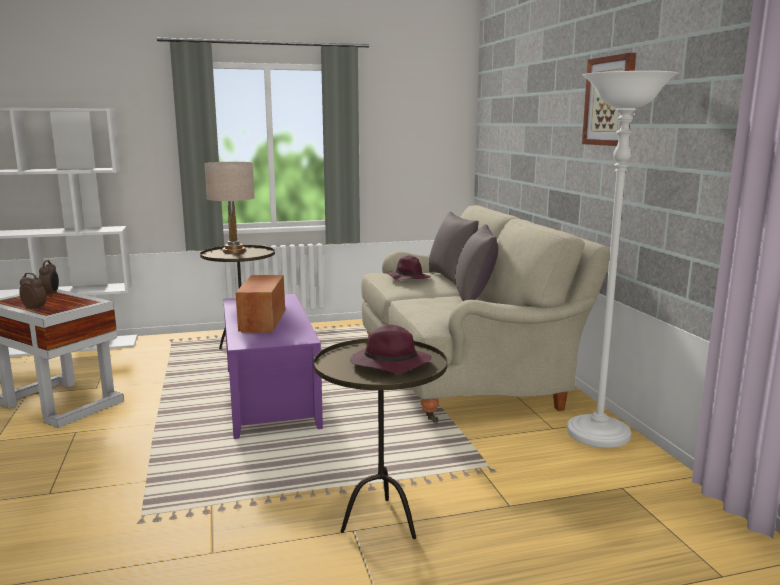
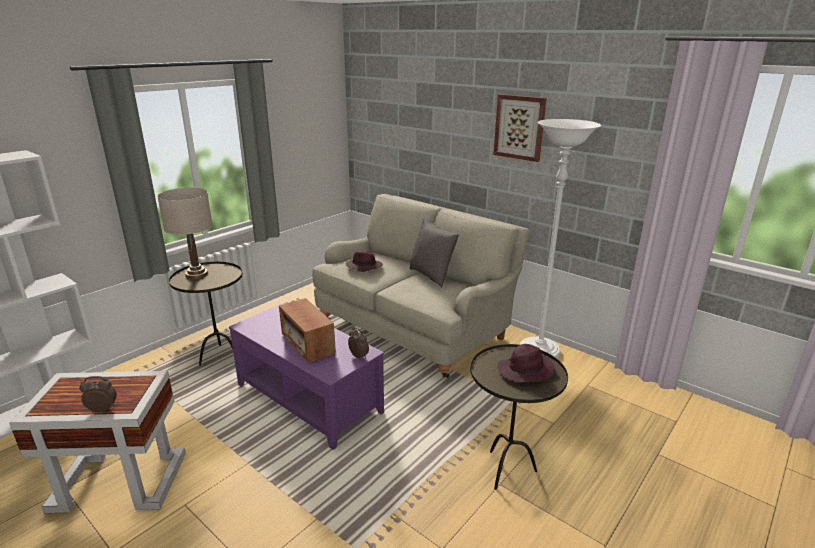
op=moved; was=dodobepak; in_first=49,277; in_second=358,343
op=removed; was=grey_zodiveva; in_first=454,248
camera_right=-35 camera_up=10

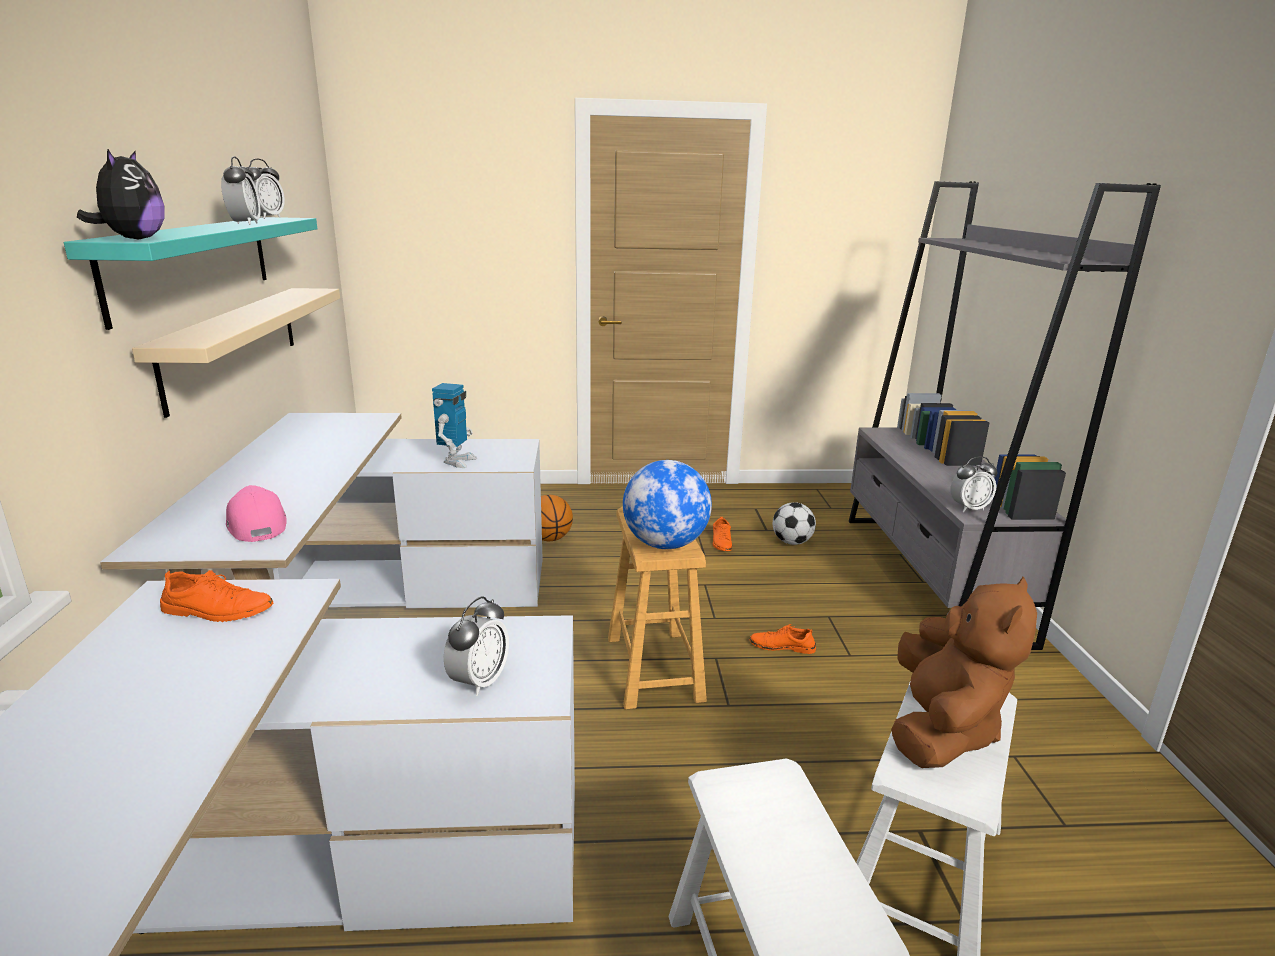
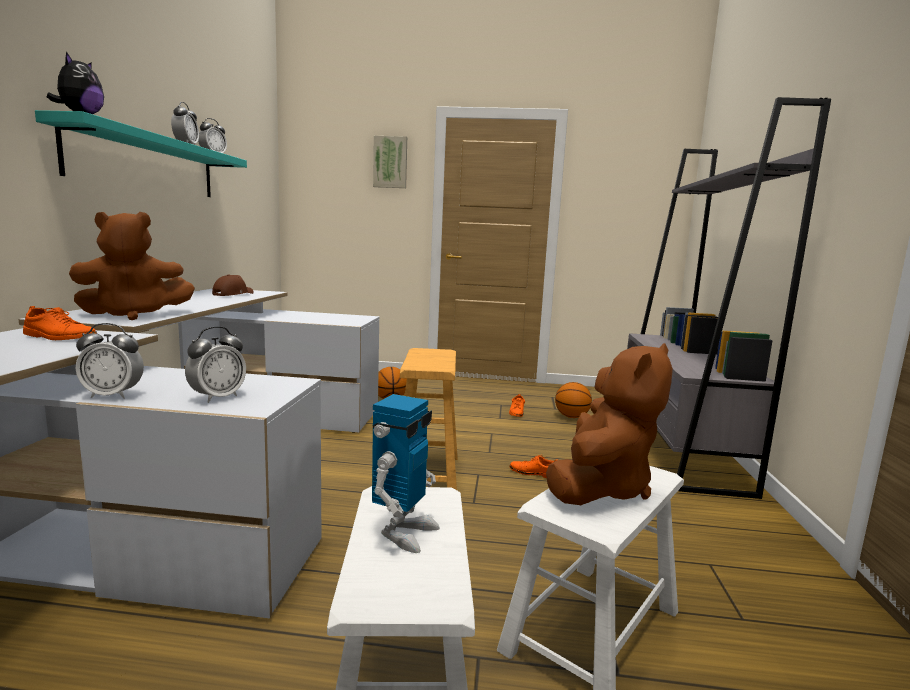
op=replaced; was=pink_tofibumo; now=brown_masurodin; in_first=256,513; in_second=132,266
op=moved; was=dodobepak; in_first=974,484; in_second=110,361
op=added; now=brown_tofibumo; in_second=233,285
op=moved; was=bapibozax; in_first=454,425; in_second=406,473
op=added; now=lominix; in_second=390,162
op=replaced; was=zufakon; now=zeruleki; in_first=794,523; in_second=573,400
op=removed; was=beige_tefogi; in_first=236,353
op=removed; was=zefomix; in_first=667,504
camera_right=10 camera_up=-10

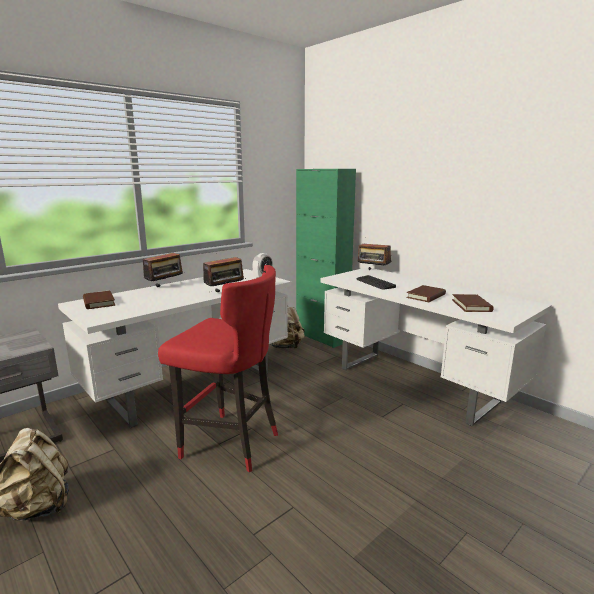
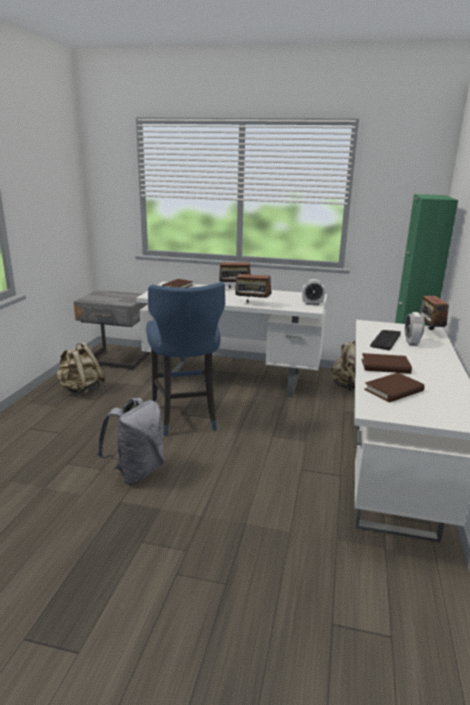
op=added; now=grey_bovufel; in_second=130,441
op=recoloured; was=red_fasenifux; now=blue_fasenifux; in_first=218,368; in_second=185,359
op=added; now=dodobepak; in_second=415,329
camera_right=55 camera_up=5

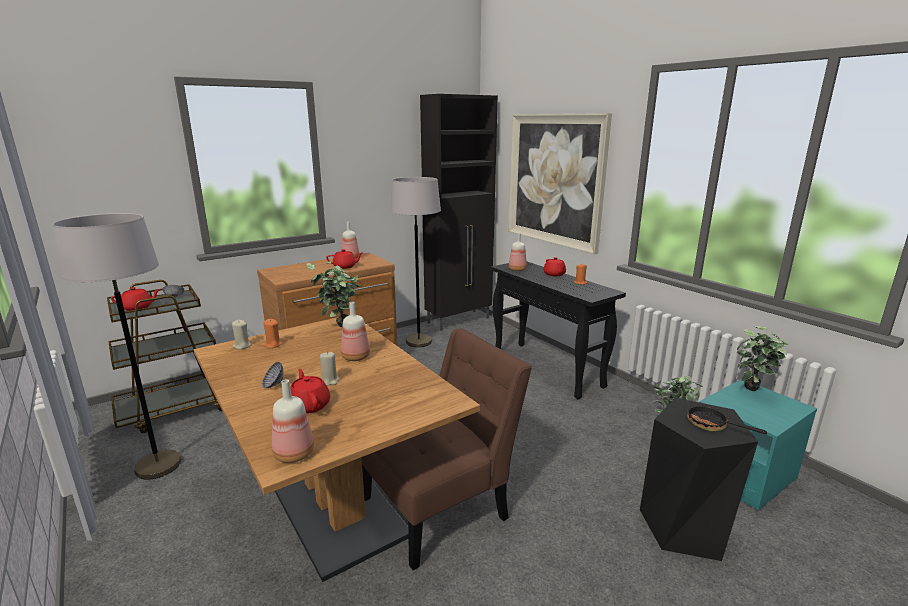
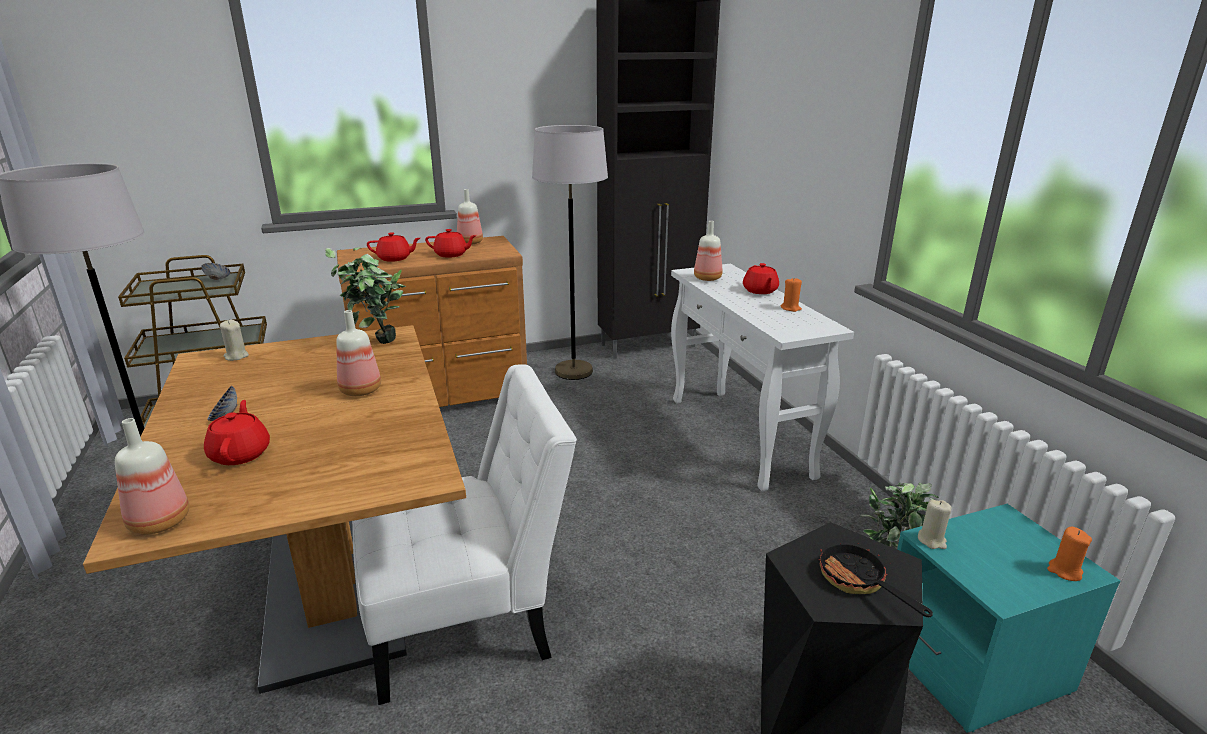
op=recoloured; was=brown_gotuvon; now=white_gotuvon; in_first=446,449; in_second=464,534
op=moved; was=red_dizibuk; in_first=136,299; in_second=393,247
op=recoloured; was=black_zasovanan; now=white_zasovanan; in_first=558,331; in_second=762,378
op=moved; was=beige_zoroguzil; in_first=329,368; in_second=935,524
op=moved; was=orange_zoroguzil; in_first=272,333; in_second=1069,554
op=removed; was=lominix; in_first=560,184
op=removed; was=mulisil; in_first=762,358
camera_right=15 camera_up=5

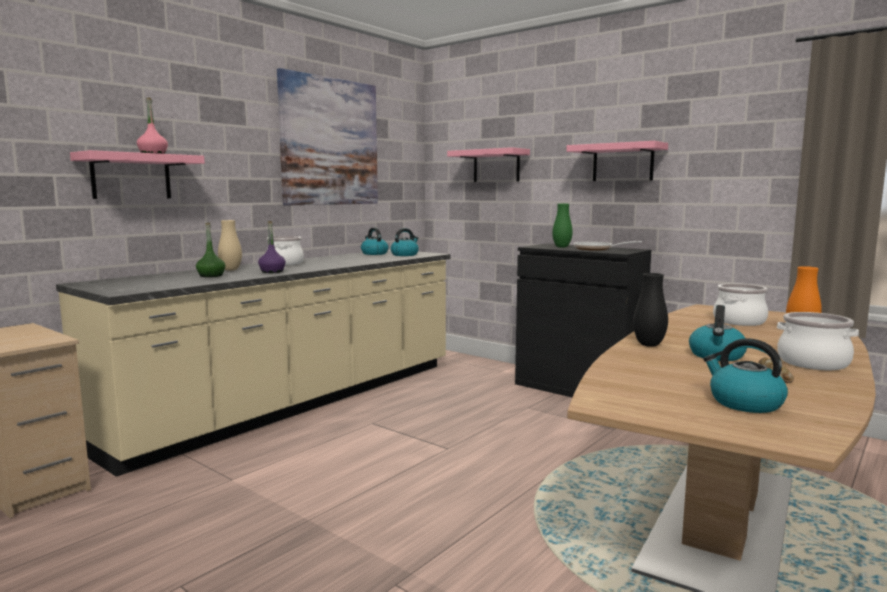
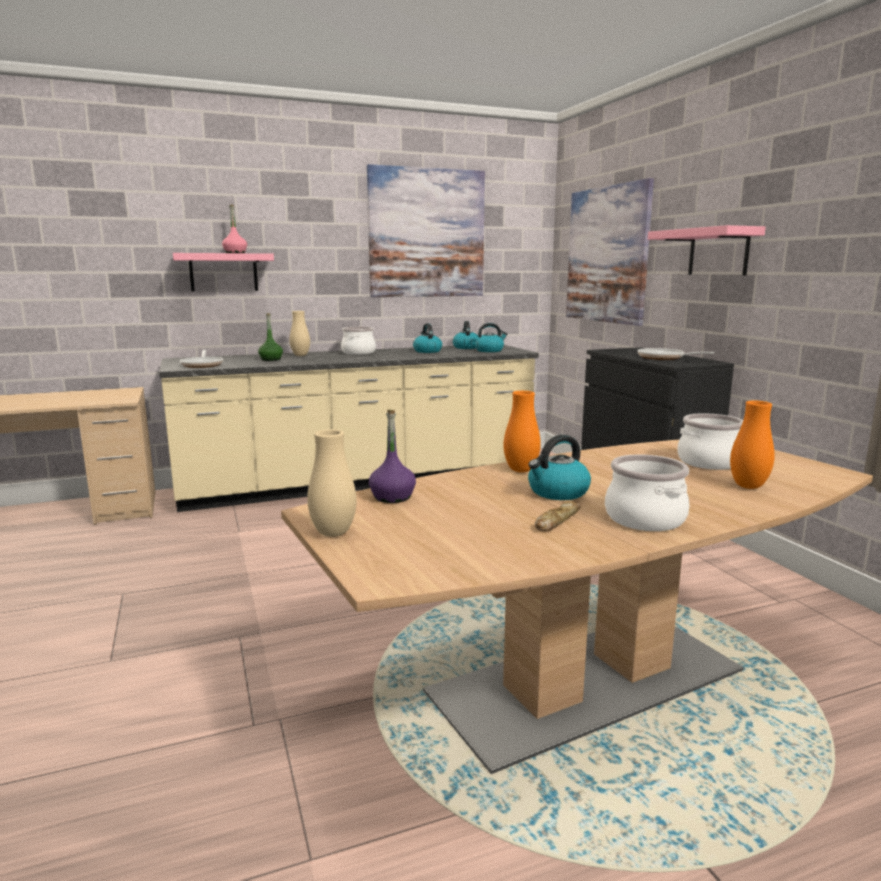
op=added; now=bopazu; in_second=201,359
op=added; now=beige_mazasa; in_second=332,483
op=moved; was=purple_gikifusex; in_first=272,247; in_second=392,456
op=moved; was=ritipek; in_first=745,375; in_second=427,338
op=recoloured; was=black_mazasa; now=orange_mazasa; in_first=650,310; in_second=522,431
op=replaced; was=pink_tefogi; now=lominix; in_first=488,164; in_second=610,252
op=removed; was=green_mazasa; in_first=562,225
camera_right=30 camera_up=5

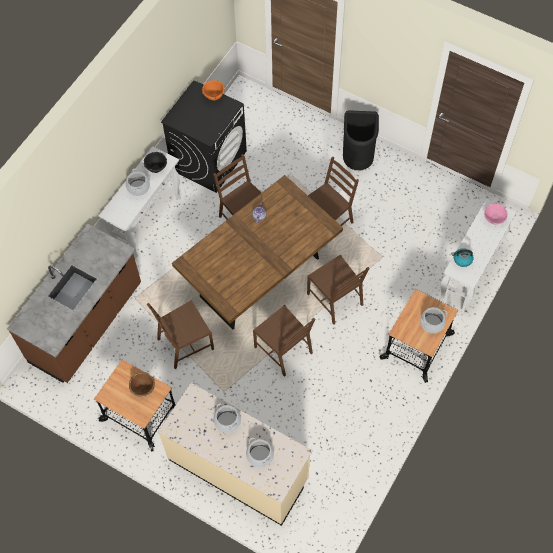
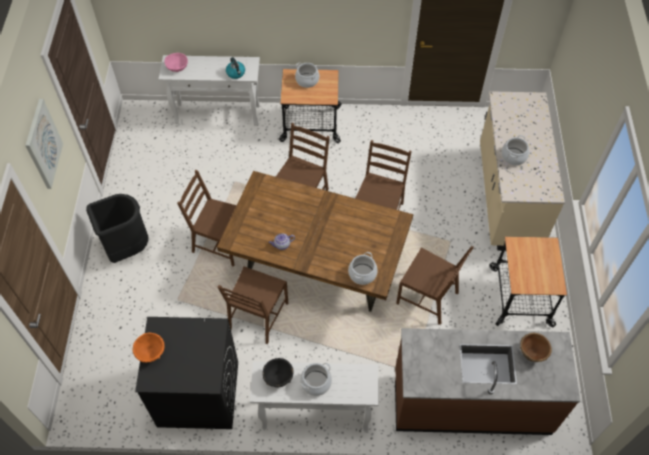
op=added; now=lominix; in_second=44,144
op=moved; was=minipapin; in_first=260,453; in_second=363,268
op=moved; was=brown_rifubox; in_first=142,384; in_second=536,347
camera_right=-120 camera_up=-5

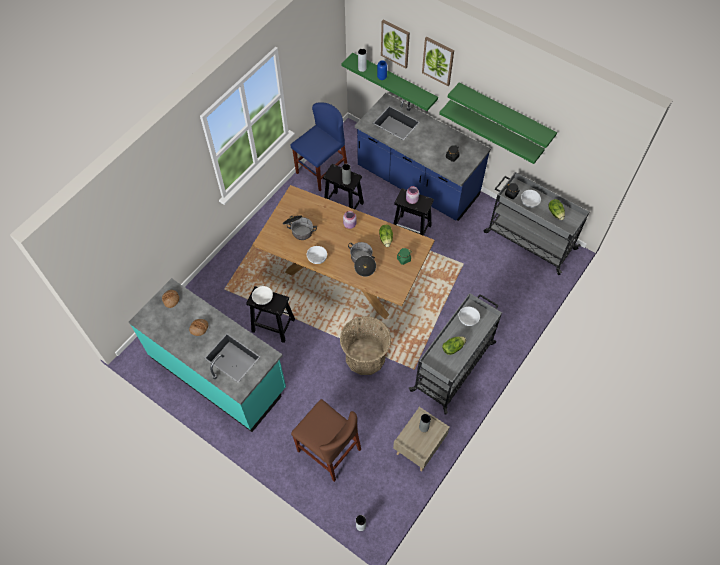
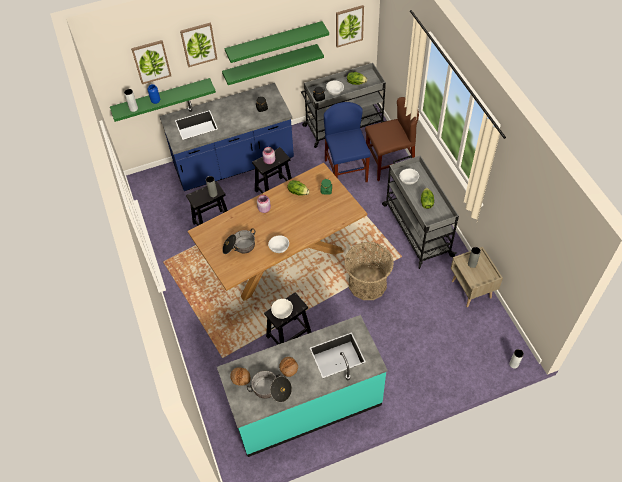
op=moved; was=minipapin; in_first=362,259; in_second=269,386
op=moved; was=blue_gotuvon; in_first=318,146; in_second=347,142
op=added; now=lominix; in_second=350,26
op=moved; was=brown_gotuvon; in_first=326,440; in_second=392,139
camera_right=-55 camera_up=-5

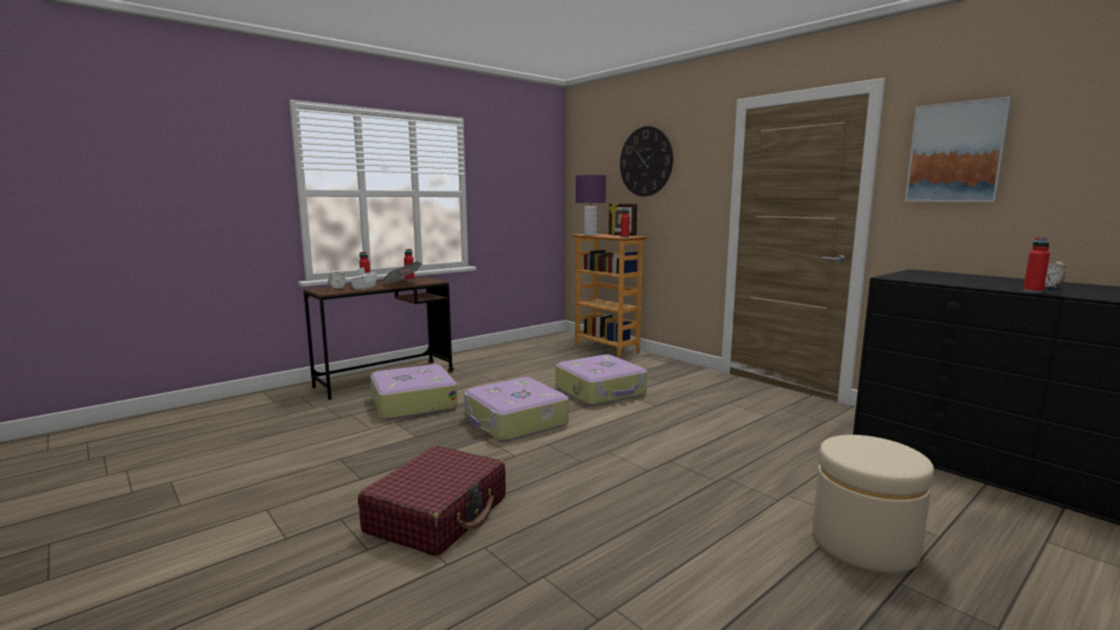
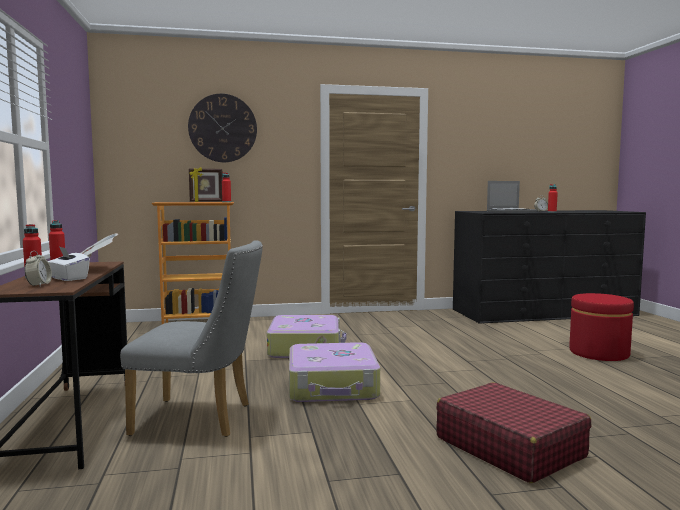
op=replaced; was=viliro; now=grey_gotuvon; in_first=414,392; in_second=191,338
op=added; now=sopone; in_second=512,197
op=recoloured; was=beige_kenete; now=red_kenete; in_first=873,504; in_second=601,327
op=removed; was=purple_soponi; in_first=591,205
op=removed; was=lominix; in_first=958,149
camera_right=-60 camera_up=-5

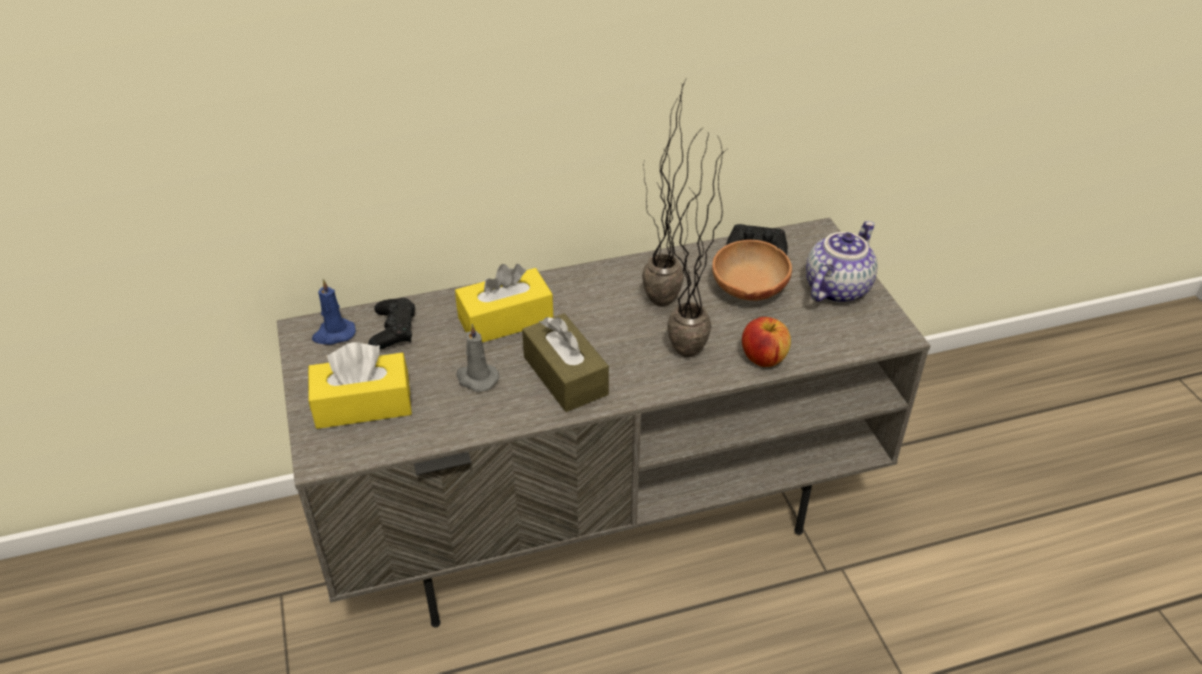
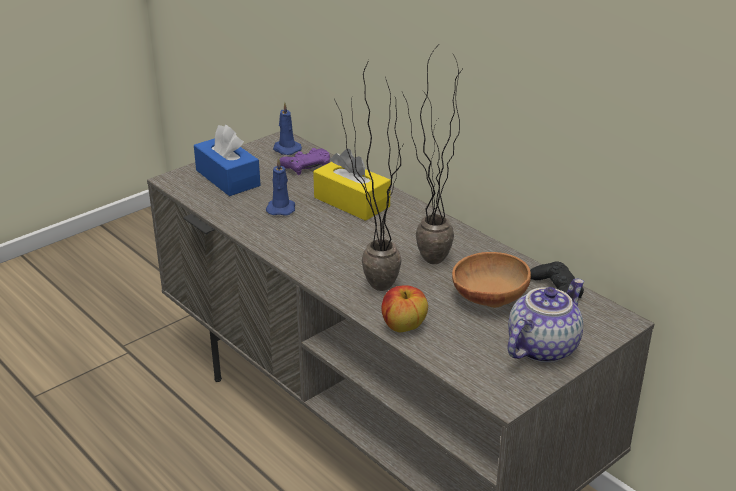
op=recoloured; was=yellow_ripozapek; now=blue_ripozapek; in_first=360,385; in_second=227,160
op=recoloured; was=grey_zoroguzil; now=blue_zoroguzil; in_first=477,358; in_second=280,186
op=recoloured; was=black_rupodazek; now=purple_rupodazek; in_first=391,323; in_second=304,161
op=turned; was=dizibuk; in_first=841,262; in_second=546,321; clockwise=-60
op=removed; was=brown_ripozapek; in_first=565,362
camera_right=65 camera_up=-10

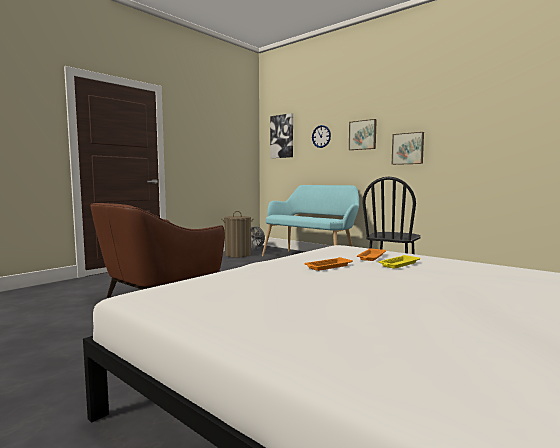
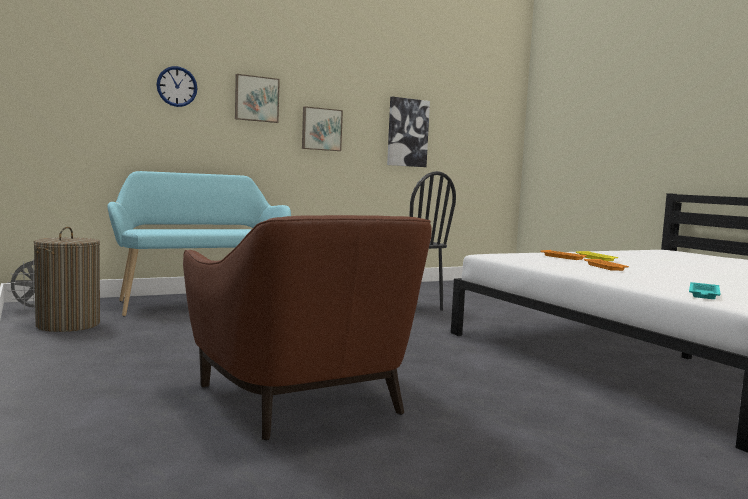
op=moved; was=lominix; in_first=281,135; in_second=408,132
op=added; now=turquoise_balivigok; in_second=704,290
camera_right=-70 camera_up=0

